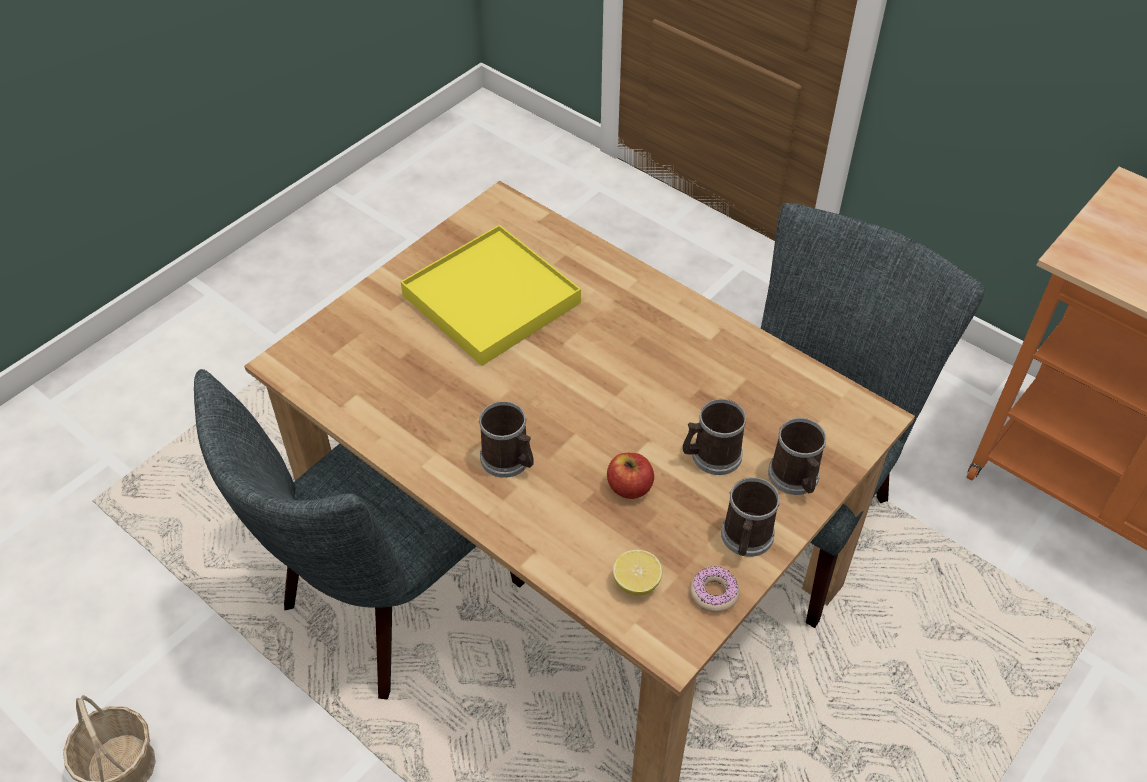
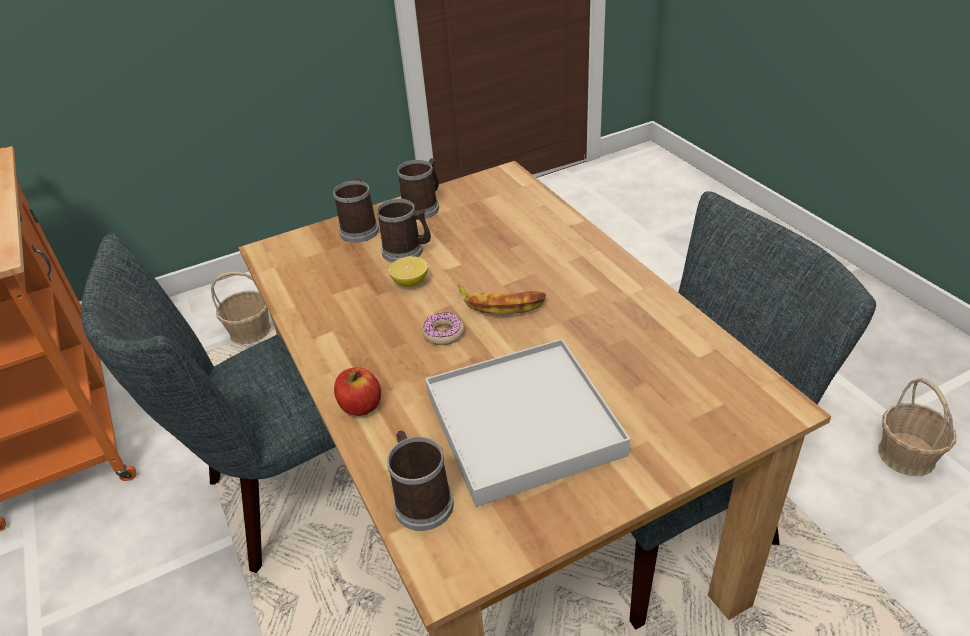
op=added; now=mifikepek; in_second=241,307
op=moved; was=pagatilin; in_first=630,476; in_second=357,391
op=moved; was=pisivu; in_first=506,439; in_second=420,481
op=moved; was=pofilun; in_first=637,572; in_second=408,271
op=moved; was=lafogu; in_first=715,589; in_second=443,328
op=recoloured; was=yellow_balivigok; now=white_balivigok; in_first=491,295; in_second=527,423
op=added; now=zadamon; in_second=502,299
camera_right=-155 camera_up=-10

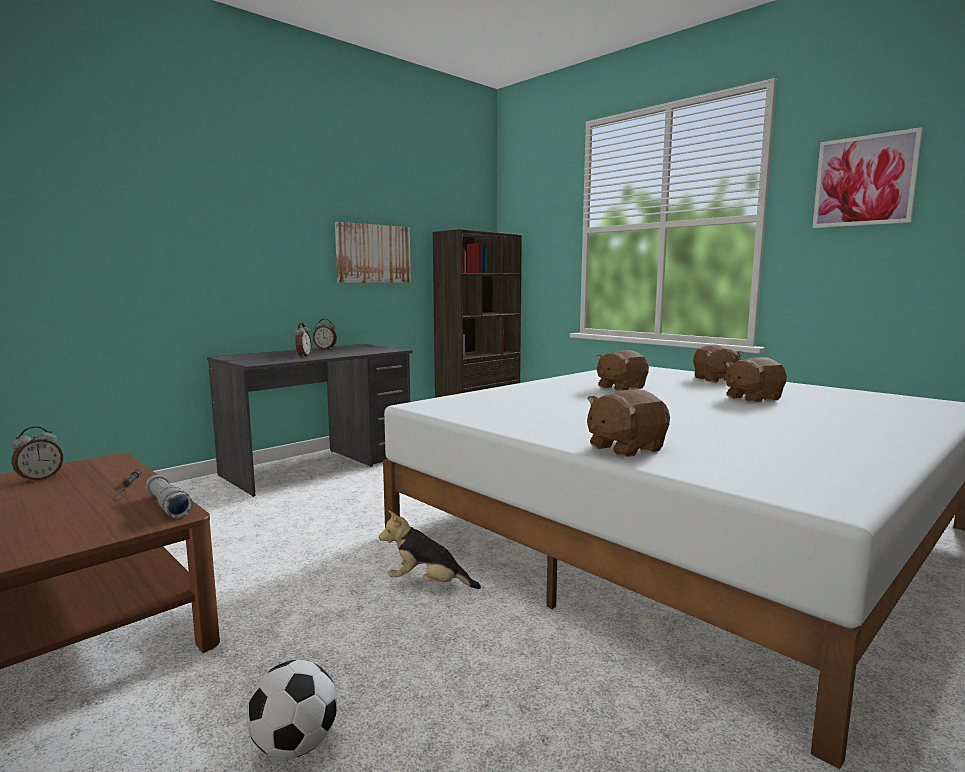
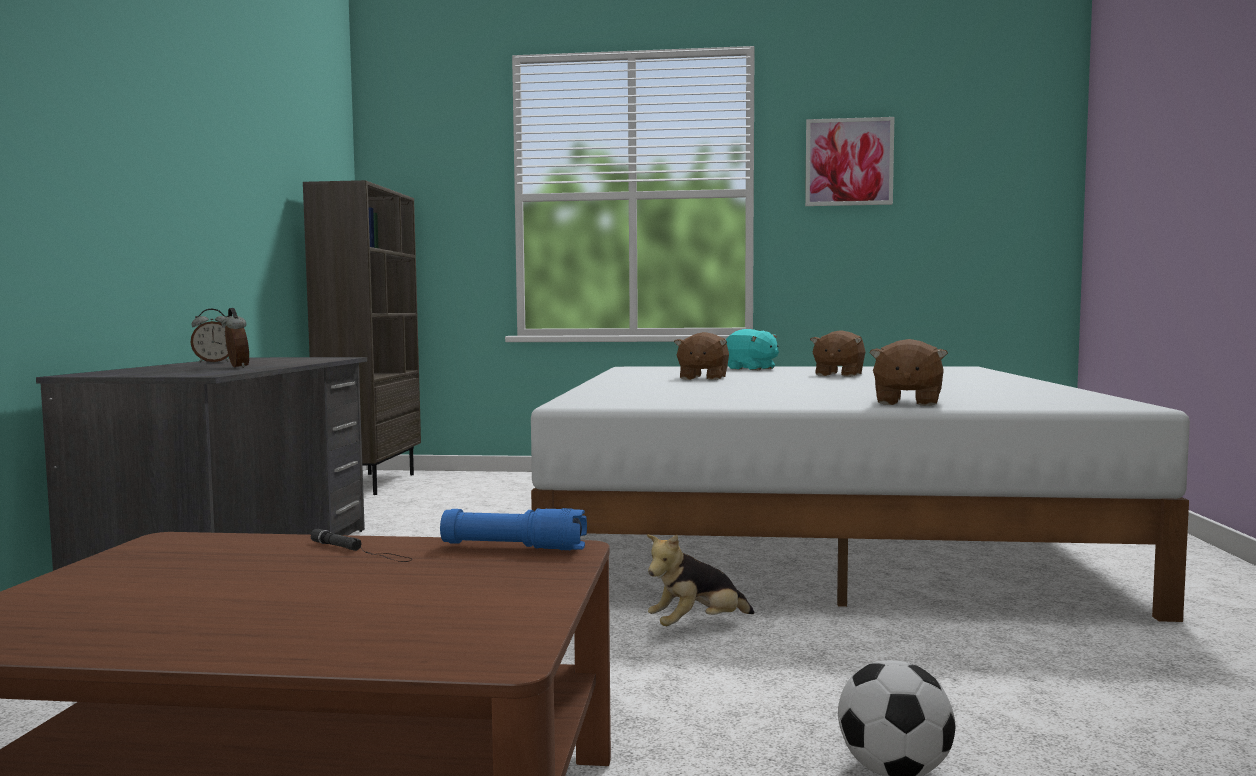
op=recoloured; was=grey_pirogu; now=blue_pirogu; in_first=169,496; in_second=513,529
op=recoloured; was=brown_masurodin; now=turquoise_masurodin; in_first=718,363; in_second=752,349
op=removed; was=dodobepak; in_first=37,454
op=removed; was=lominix; in_first=373,252
camera_right=-40 camera_up=-5

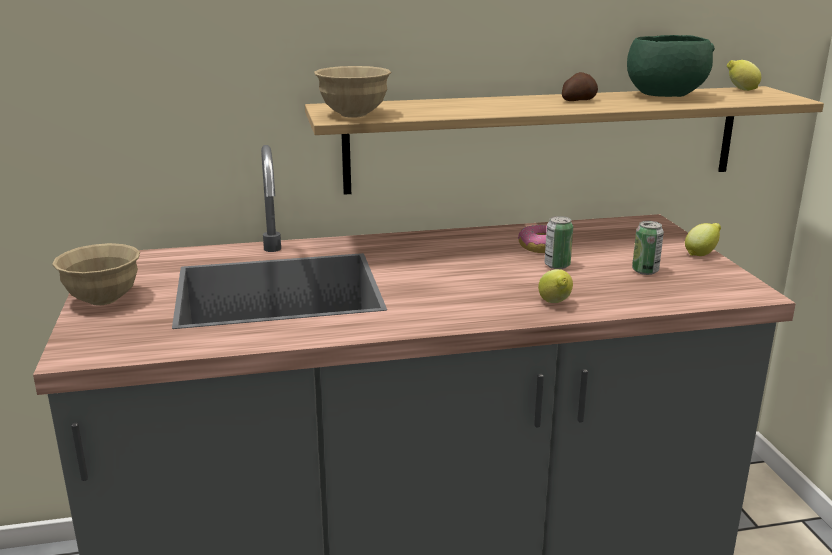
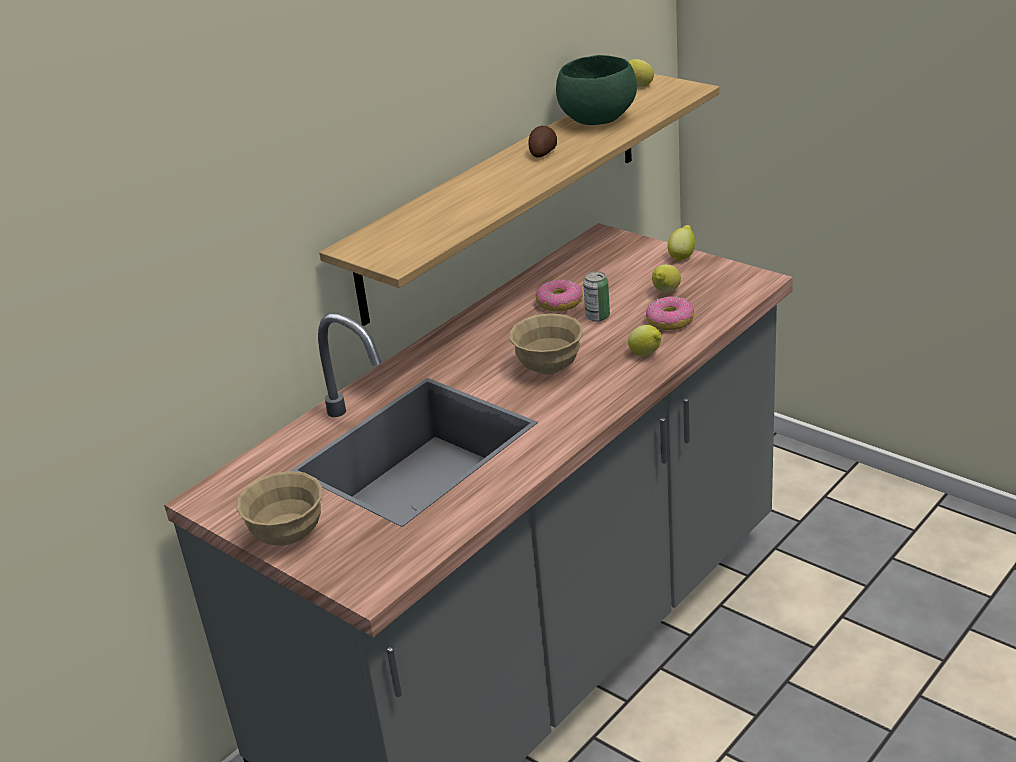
op=moved; was=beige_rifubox; in_first=352,92; in_second=546,344
op=added; now=lafogu; in_second=670,313
op=replaced; was=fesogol; now=pofilun; in_first=648,248; in_second=666,278
camera_right=-35 camera_up=10

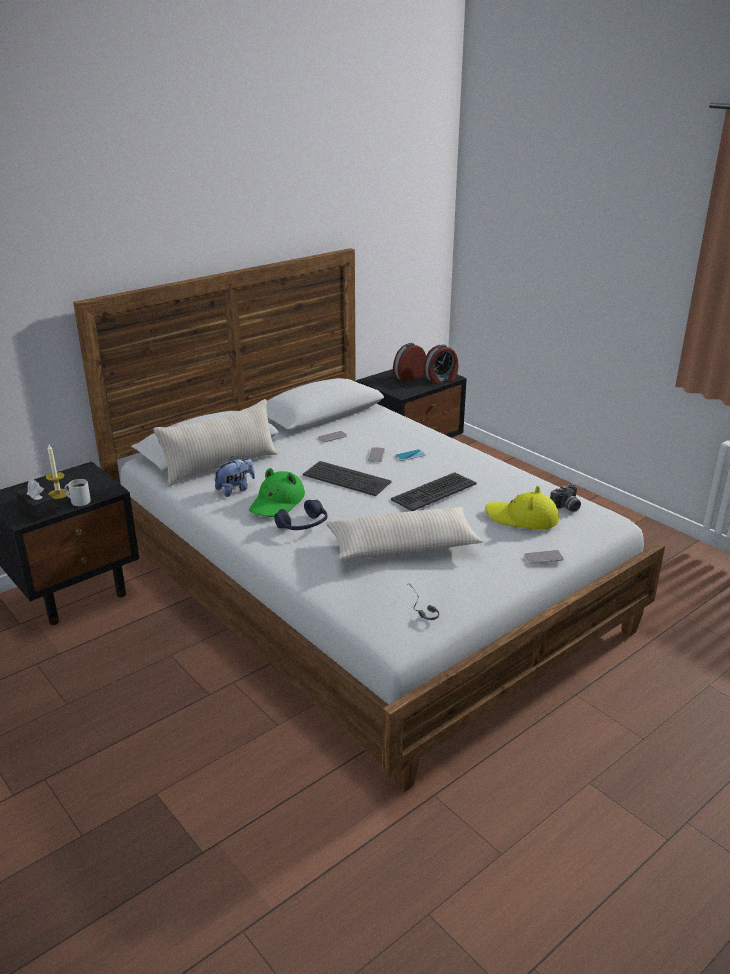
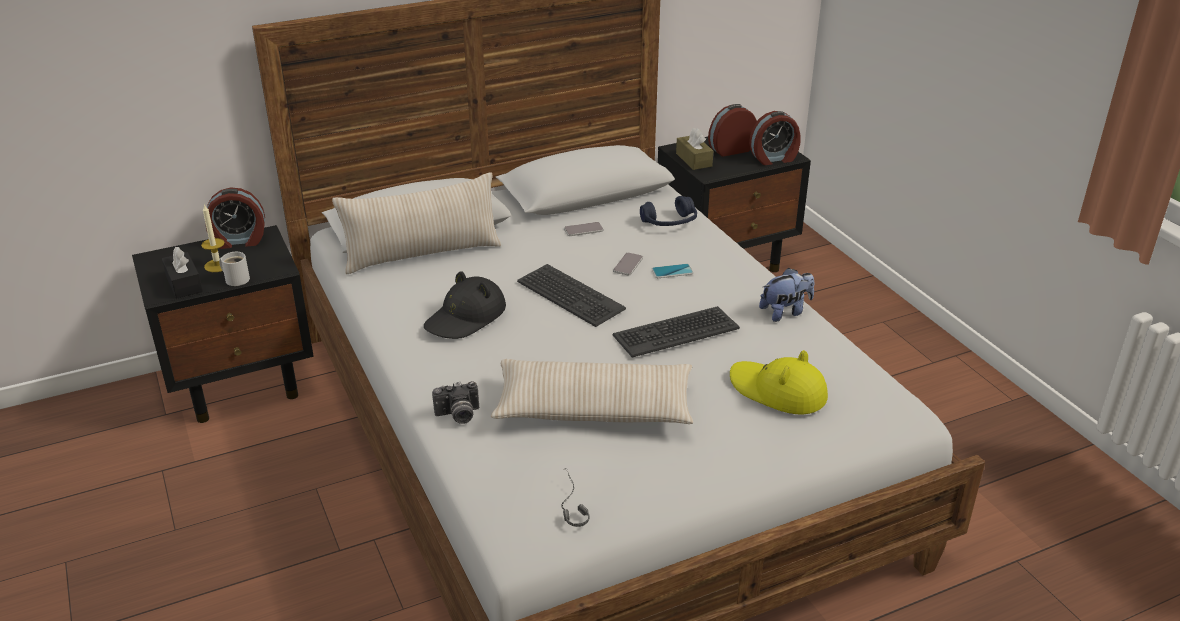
op=added; now=dodobepak; in_second=235,218
op=recoloured; was=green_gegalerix; now=black_gegalerix; in_first=277,492; in_second=465,305
op=moved; was=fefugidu; in_first=565,498; in_second=455,402
op=moved; was=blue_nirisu; in_first=300,515; in_second=668,211
op=added; now=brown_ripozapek; in_second=694,149
op=moved; was=masurodin; in_first=234,476; in_second=786,295
op=removed; was=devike; in_first=544,557
camera_right=15 camera_up=5

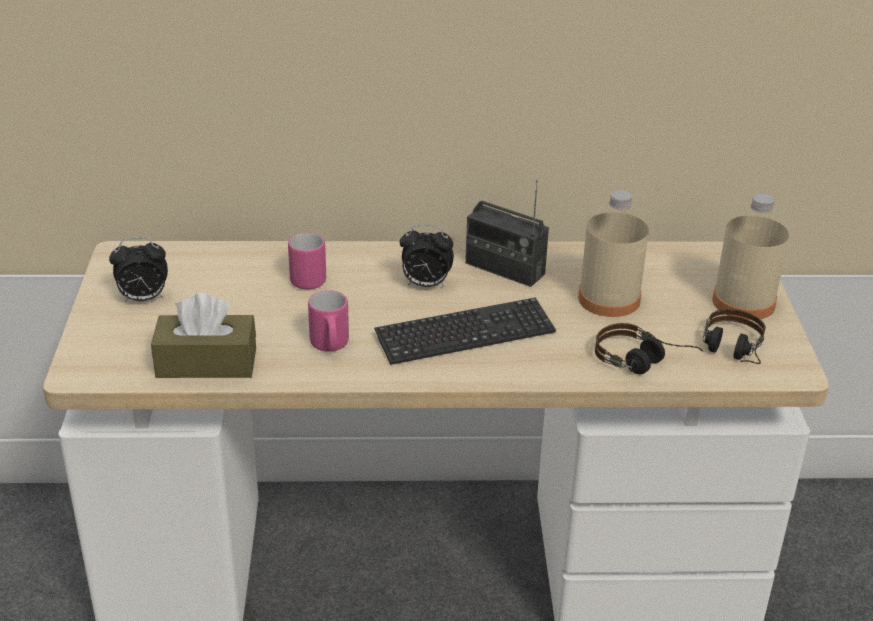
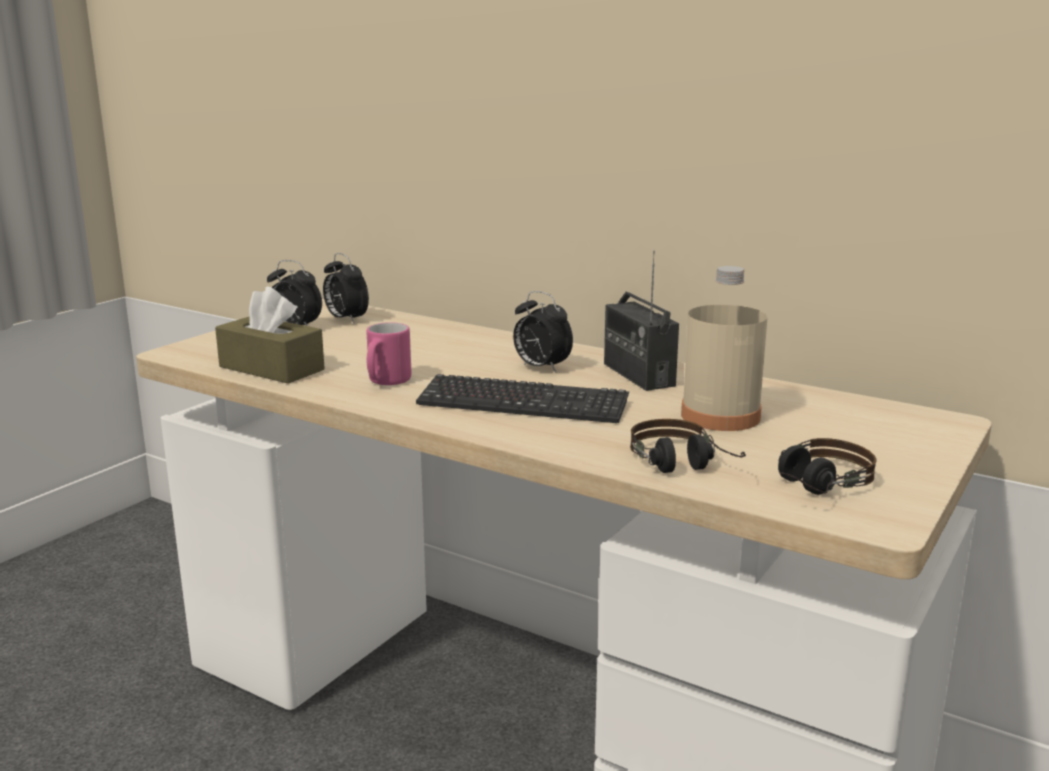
op=added; now=dodobepak; in_second=346,288
op=removed; was=pink_pisivu; in_first=307,261
op=removed; was=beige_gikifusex; in_first=750,257
camera_right=35 camera_up=-15

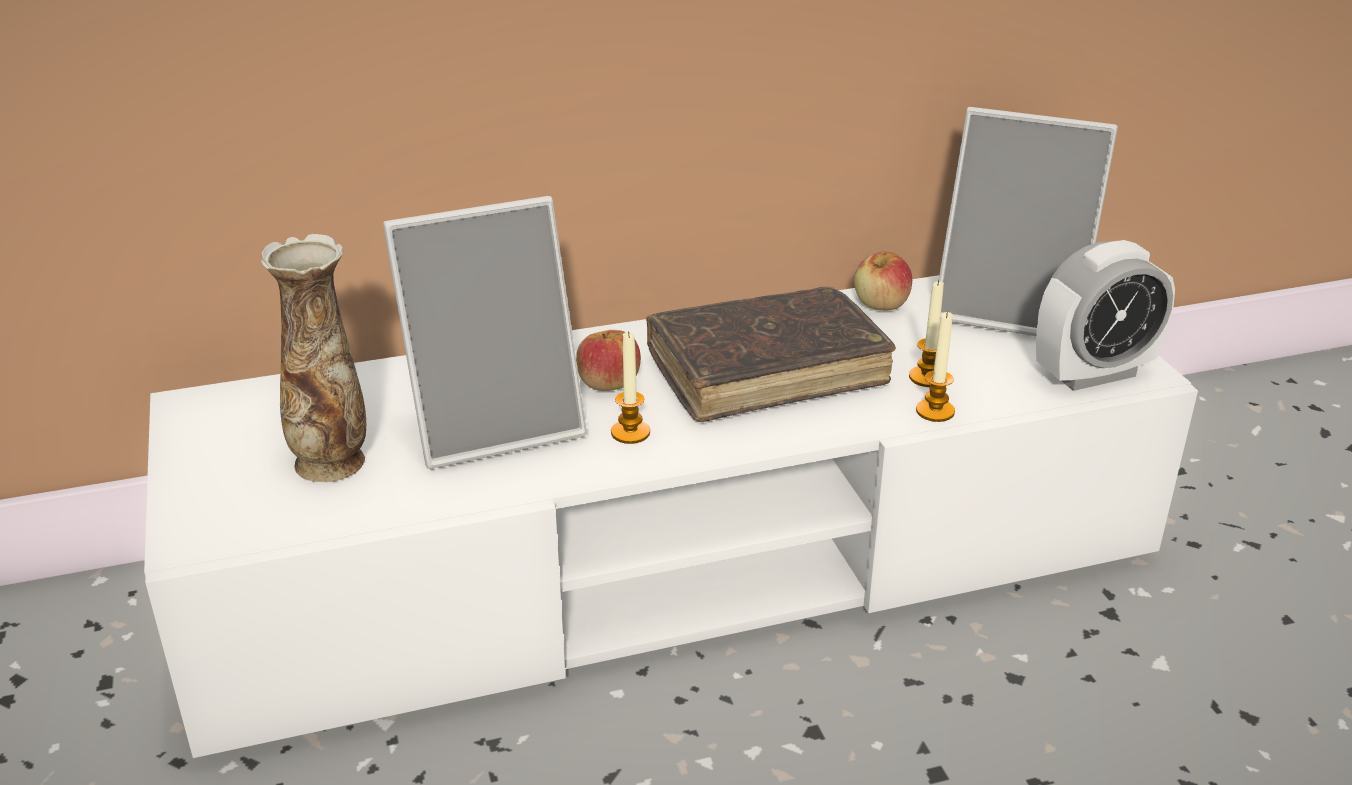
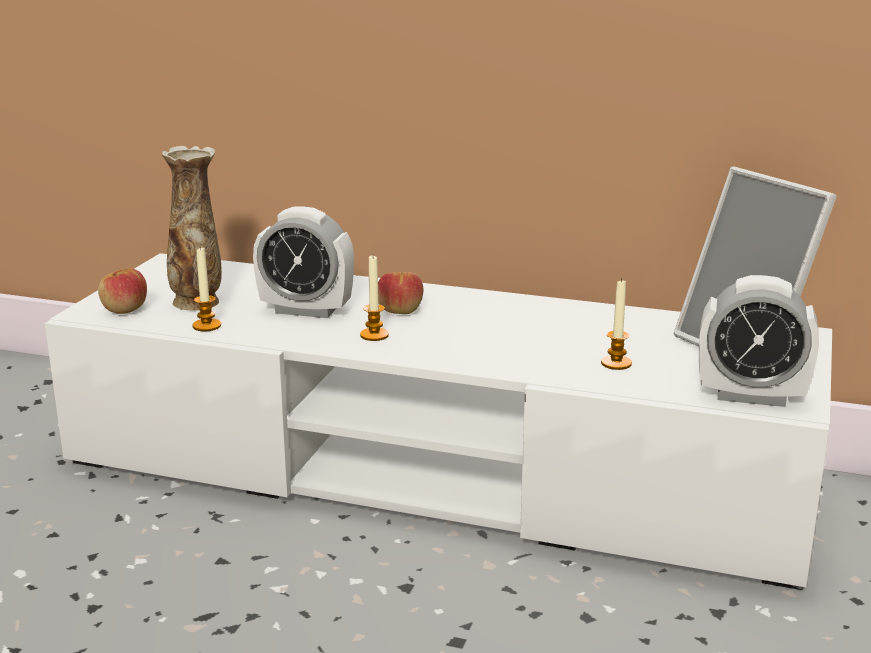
op=moved; was=pagatilin; in_first=883,280; in_second=122,291
op=moved; was=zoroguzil; in_first=935,366; in_second=206,289
op=replaced; was=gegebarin; now=dodobepak; in_first=485,332; in_second=303,262
op=removed; was=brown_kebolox; in_first=771,354
camera_right=35 camera_up=-10

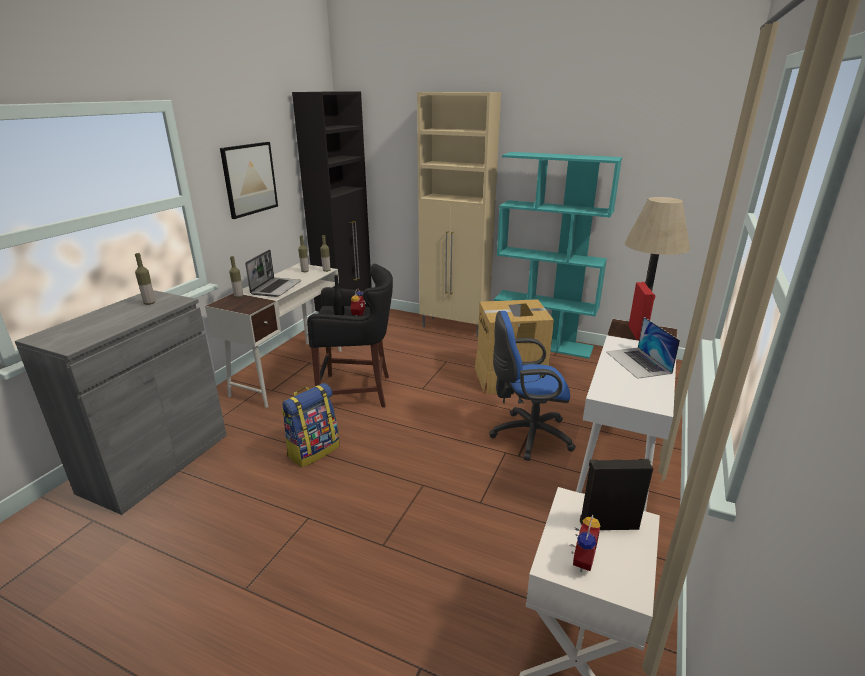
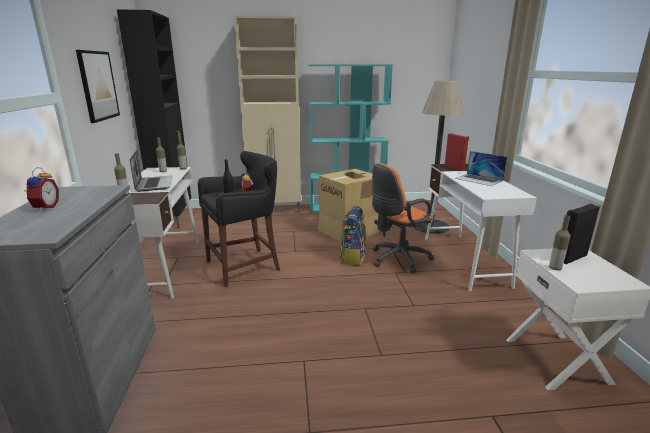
op=moved; was=dodobepak; in_first=585,543; in_second=42,189
op=moved; was=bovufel; in_first=311,425; in_second=353,236
op=recoloured; was=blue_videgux; now=orange_videgux; in_first=532,386; in_second=403,218
op=moved; was=gikifusex; in_first=145,279; in_second=560,242
camera_right=-30 camera_up=-5

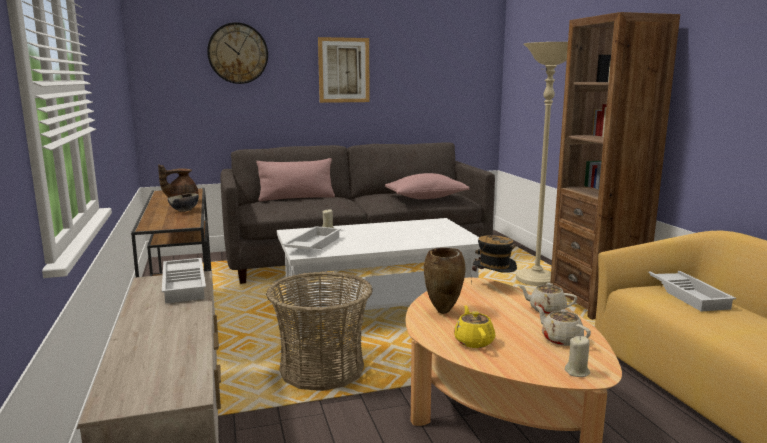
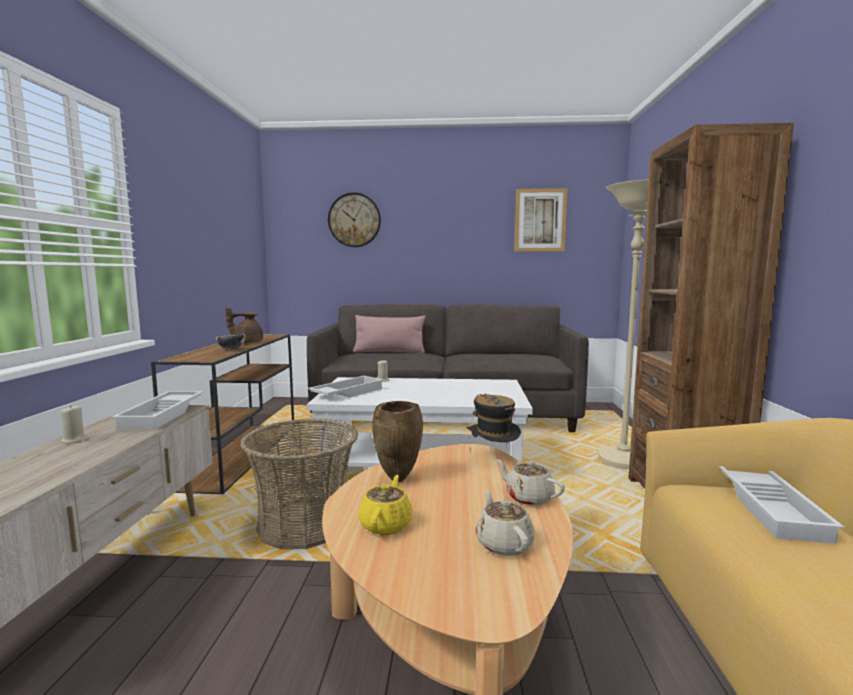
op=moved; was=beige_zoroguzil; in_first=577,356; in_second=74,424
op=moved; was=lominix; in_first=344,70; in_second=540,219
op=removed; was=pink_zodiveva; in_first=427,186
camera_right=20 camera_up=-5

